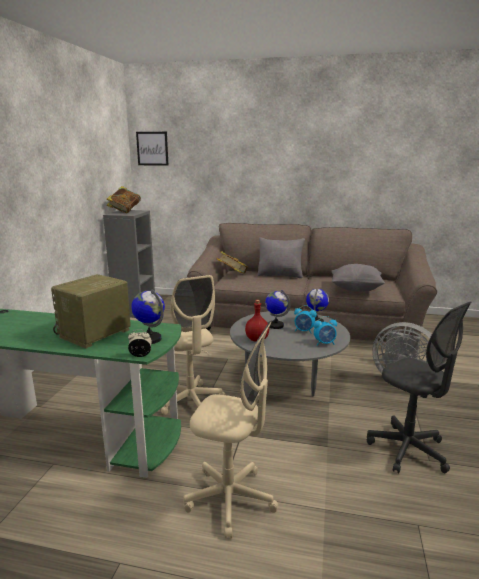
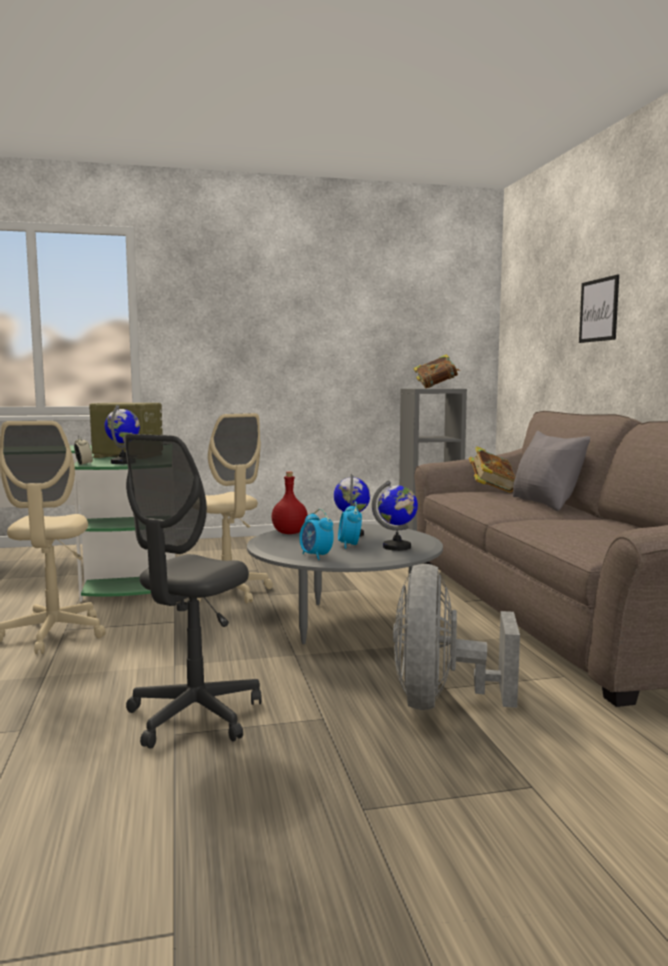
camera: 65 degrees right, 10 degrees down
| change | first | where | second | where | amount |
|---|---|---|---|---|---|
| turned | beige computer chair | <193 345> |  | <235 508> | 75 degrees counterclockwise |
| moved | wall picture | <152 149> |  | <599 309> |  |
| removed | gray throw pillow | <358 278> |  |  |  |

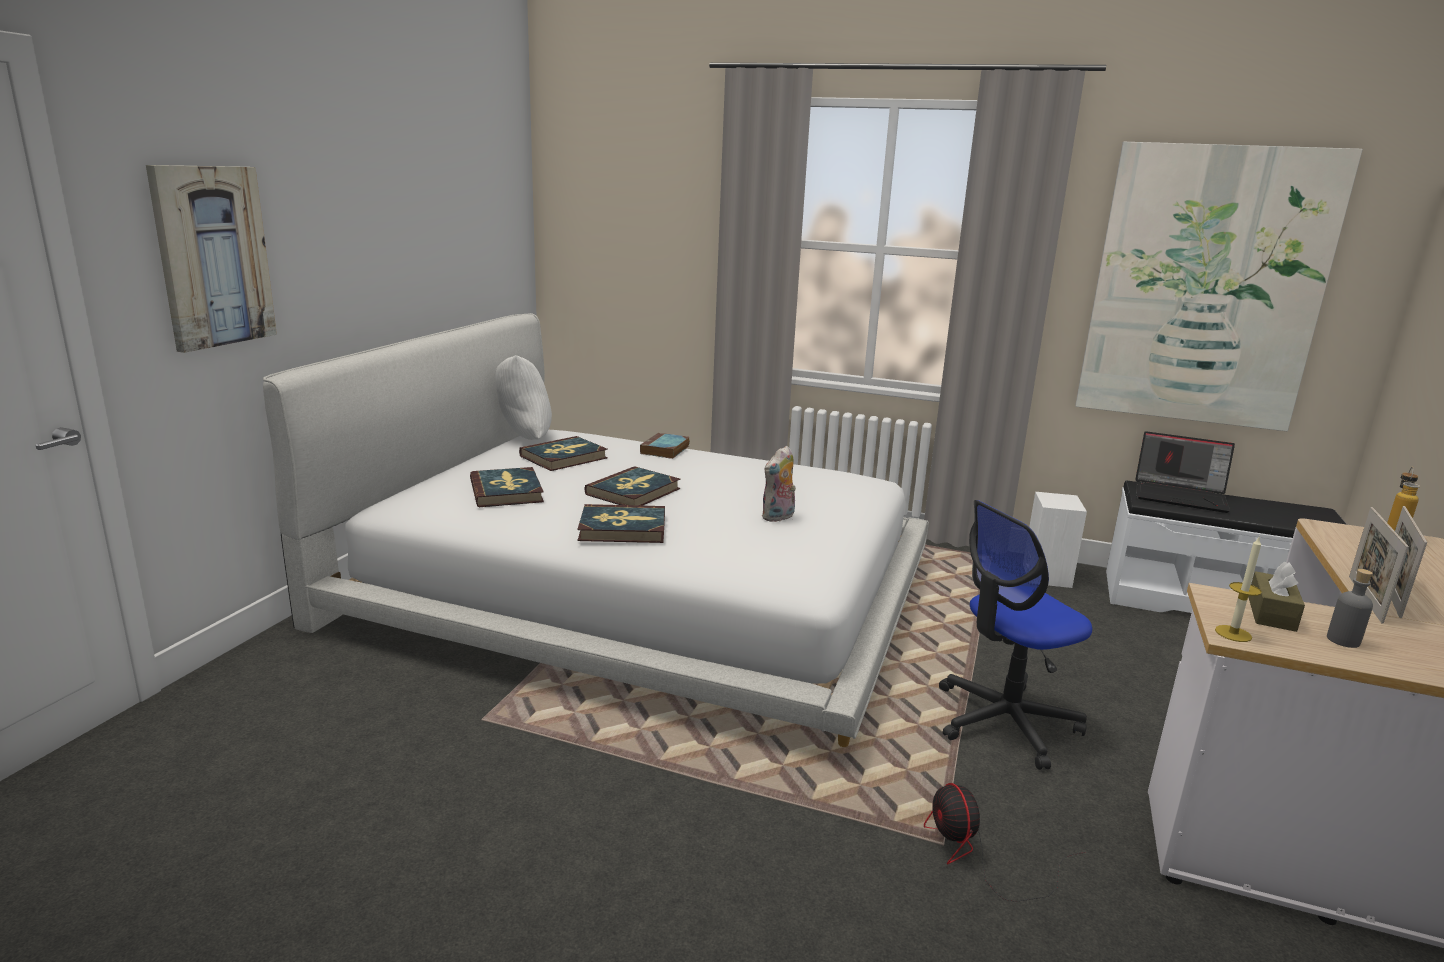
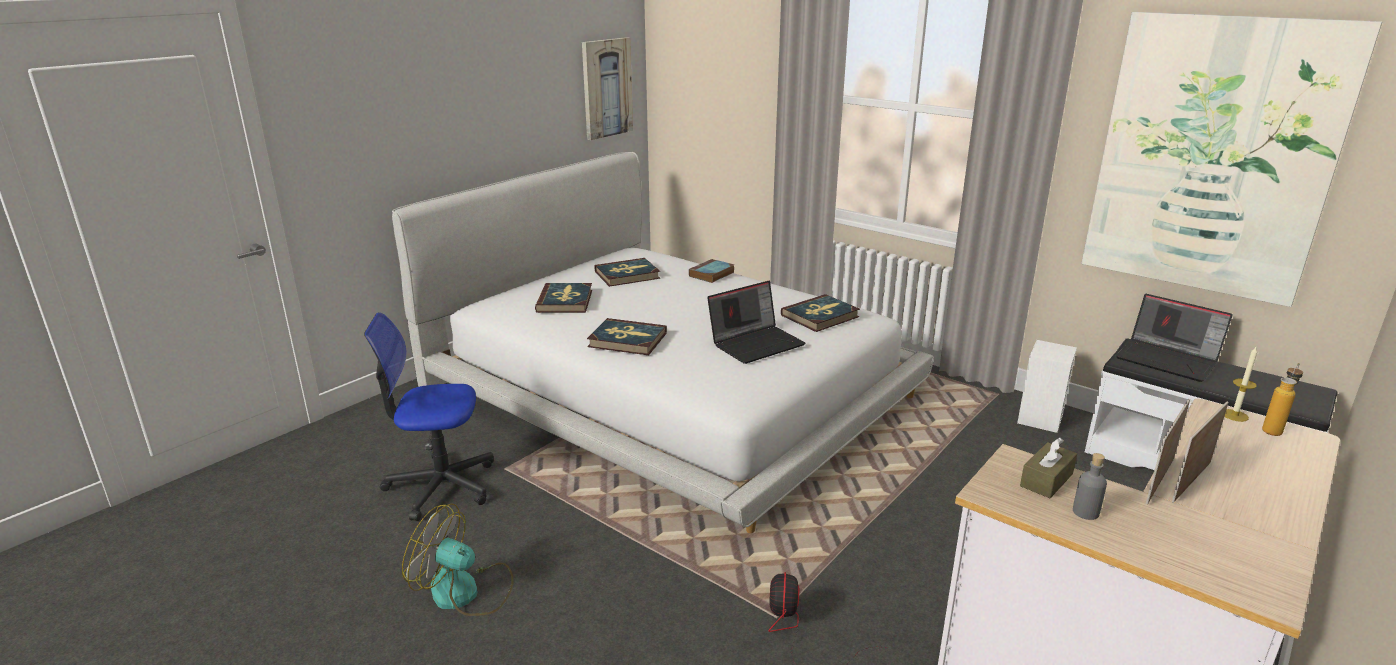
camera: 20 degrees right, 5 degrees up
| change | first | where | second | where | amount |
|---|---|---|---|---|---|
| moved | computer chair | <1015 635> |  | <429 417> |  |
| added |  |  | electric fan | <458 559> |  |
| moved | wall picture | <211 259> |  | <607 88> |  |
| replaced | soft toy | <779 484> | notebook computer | <756 322> |  |
| moved | book | <632 486> |  | <820 313> |  |
| moved | wax light | <1238 589> |  | <1240 384> |  |
| removed | whitish throw pillow | <524 397> |  |  |  |

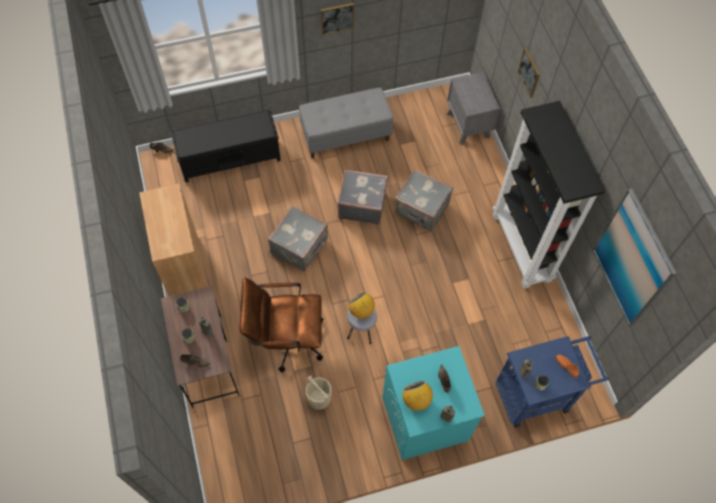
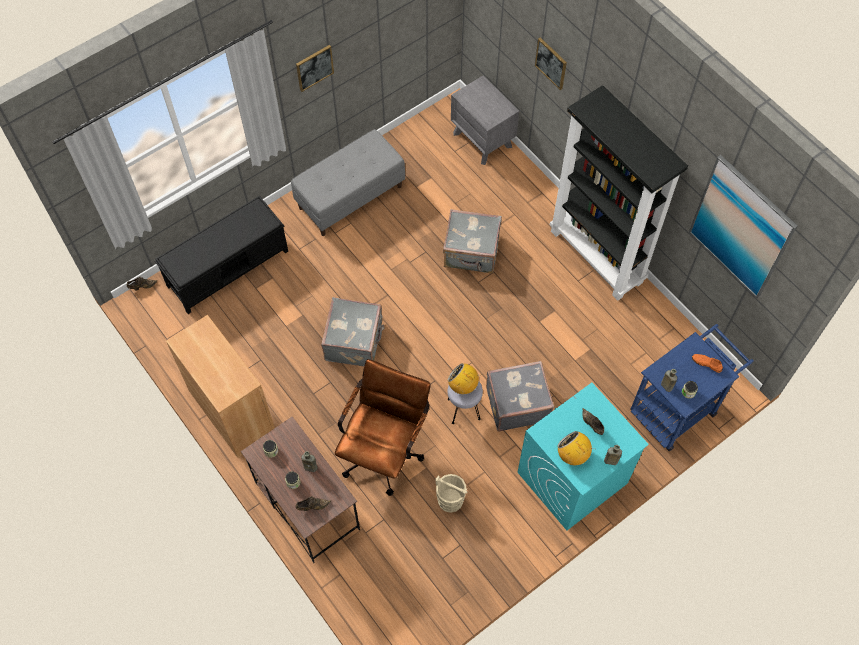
camera: 20 degrees left, 0 degrees up
| change | first | where | second | where | amount |
|---|---|---|---|---|---|
| turned | brown-coloured computer chair | <281 325> |  | <383 427> | 135 degrees clockwise |
| moved | gray piece of luggage | <362 196> |  | <520 396> |  |

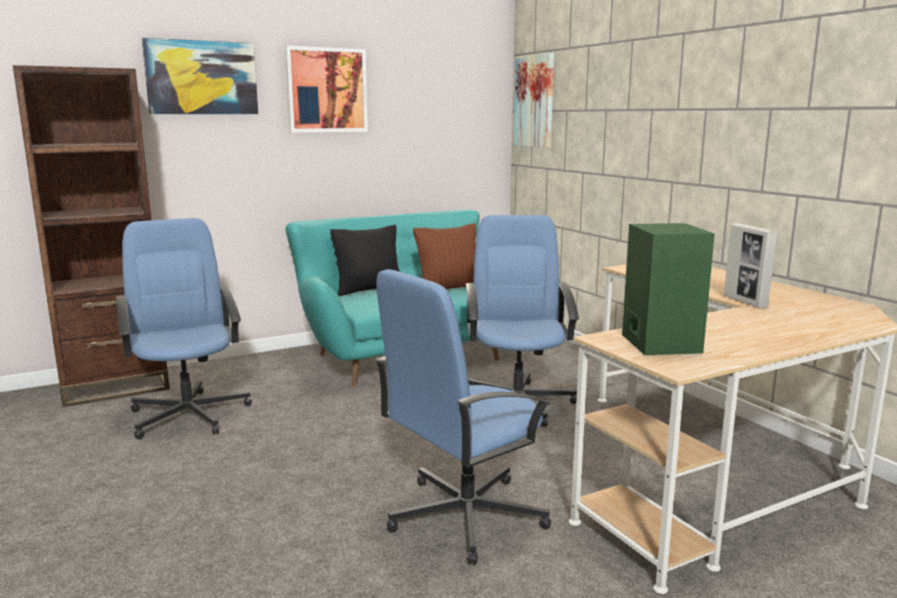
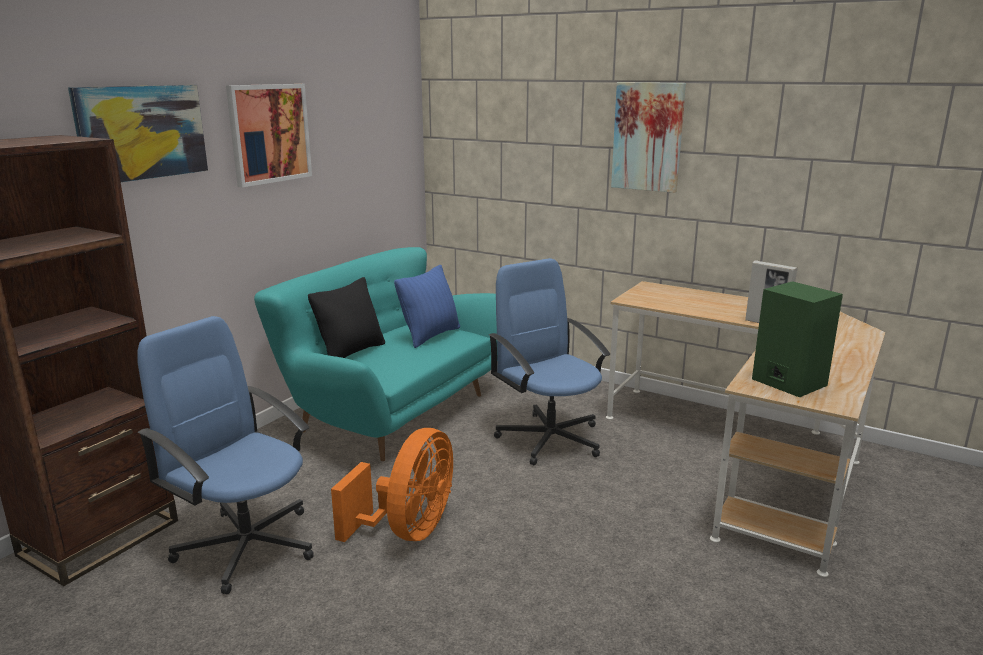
camera: 30 degrees left, 5 degrees up
| change | first | where | second | where | amount |
|---|---|---|---|---|---|
| added |  |  | orange-coloured electric fan | <392 485> |  |
| recoloured | brown-coloured throw pillow | <444 256> | blue throw pillow | <427 306> |  |
| moved | wall picture | <534 100> |  | <648 137> |  |
| removed | blue computer chair | <463 417> |  |  |  |

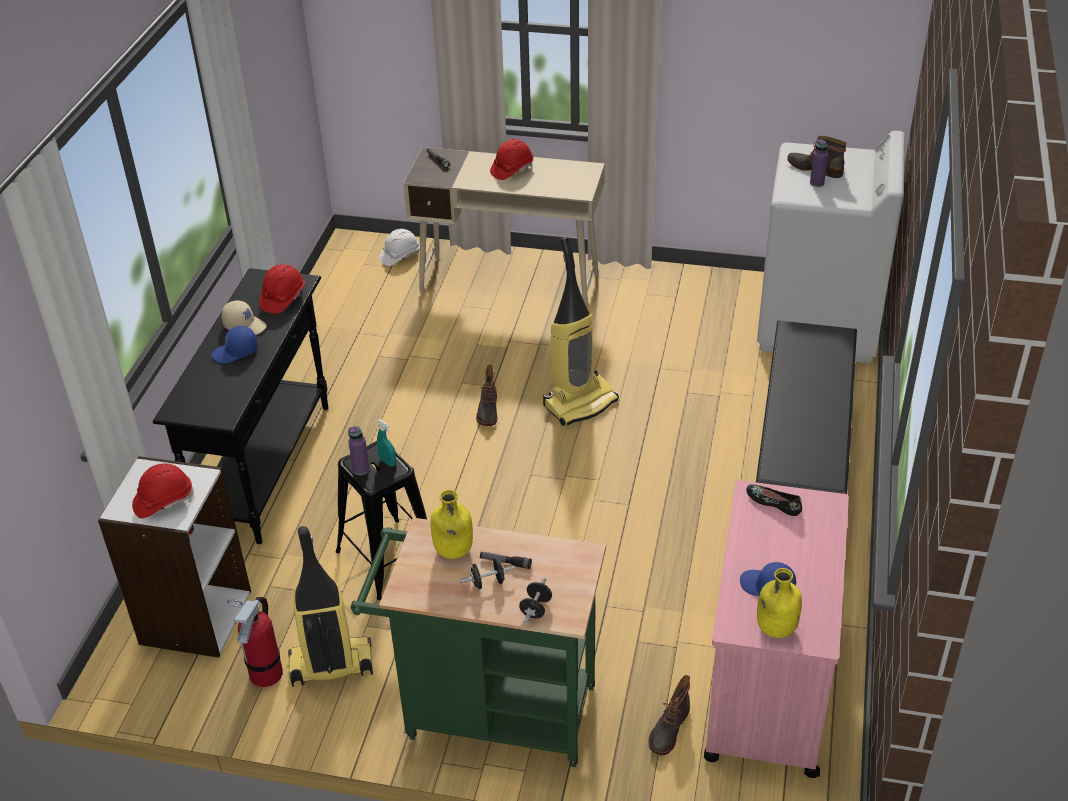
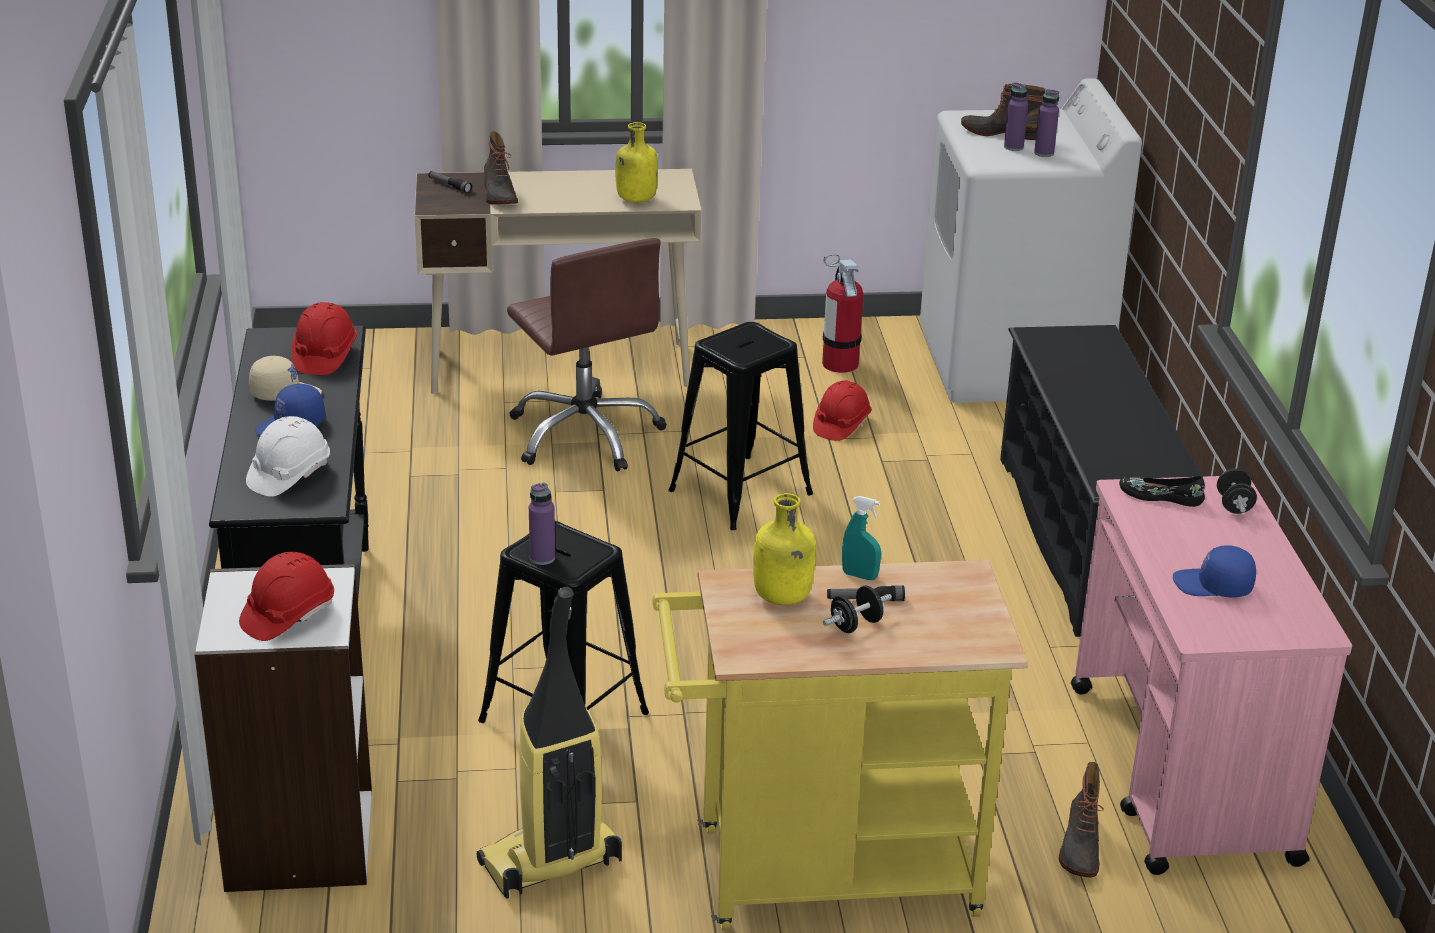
camera: 20 degrees left, 10 degrees down
| change | first | where | second | where | amount |
|---|---|---|---|---|---|
| moved | whitish work helmet | <399 247> |  | <288 456> |  |
| moved | boot | <487 395> |  | <501 168> |  |
| added |  |  | brown-coloured computer chair | <587 355> |  |
| moved | yellow drink bottle | <779 603> |  | <636 162> |  |
| recoloured | greenish trolley | <478 642> | yellow trolley | <840 745> |  |
| replaced | hoover | <581 331> | black stool | <740 426> |  |
| moved | red-coloured work helmet | <512 159> |  | <842 411> |  |
| moved | fire extinguisher | <255 642> |  | <842 313> |  |
| moved | turquoise-coloured hand sprayer | <386 443> |  | <861 538> |  |
| added |  |  | purple-coloured drink bottle | <1046 123> |  |
| moved | black free weight | <535 600> |  | <1237 491> |  |

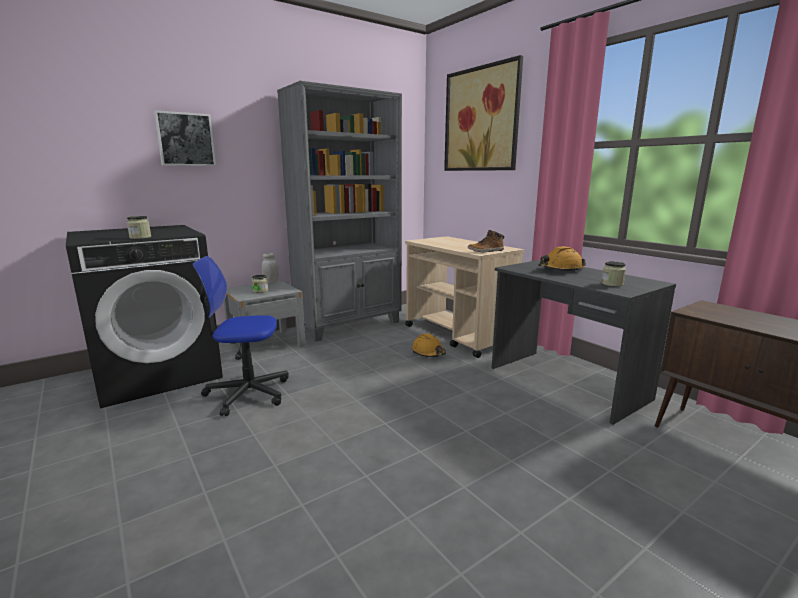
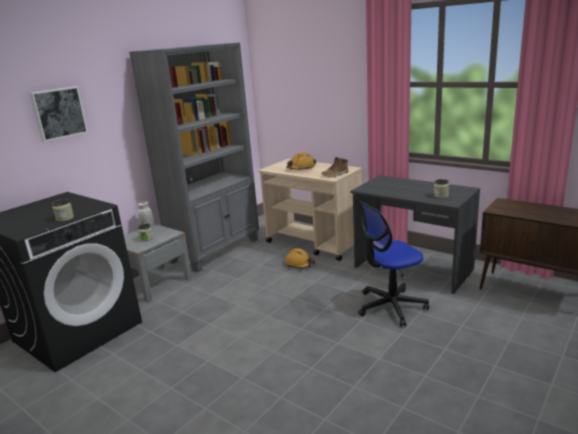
camera: 15 degrees left, 5 degrees up
| change | first | where | second | where | amount |
|---|---|---|---|---|---|
| moved | orange-coloured work helmet | <562 259> |  | <301 161> |  |
| moved | computer chair | <240 336> |  | <393 264> |  |
| removed | wall picture | <483 113> |  |  |  |

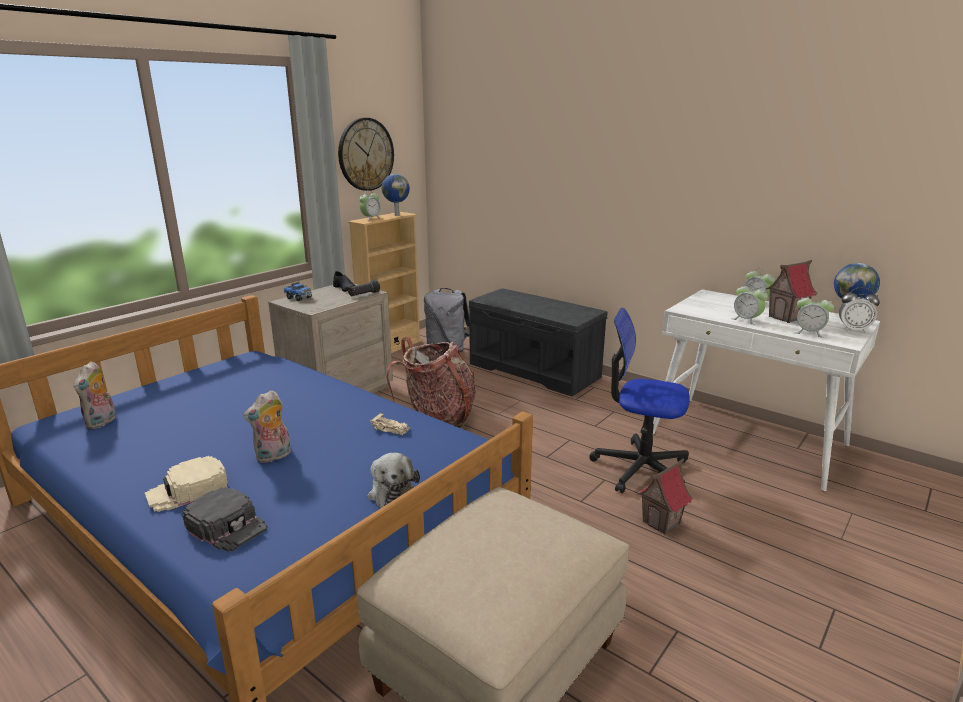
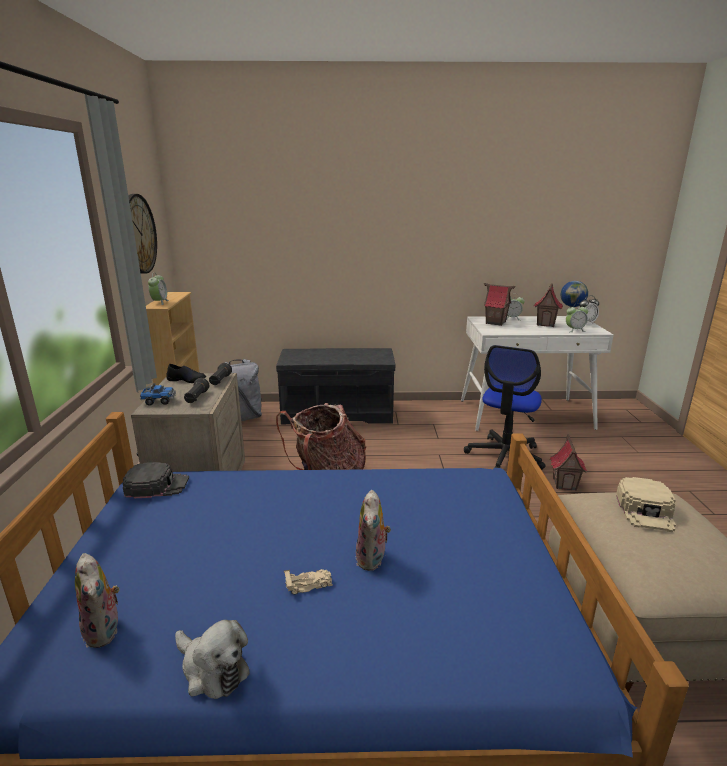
camera: 40 degrees left, 0 degrees up
| change | first | where | second | where | amount |
|---|---|---|---|---|---|
| moved | black baseball cap | <225 519> |  | <156 480> |  |
| moved | soft toy | <394 480> |  | <212 659> |  |
| added |  |  | black flashlight | <196 390> |  |
| moved | beige miniature car | <390 424> |  | <308 582> |  |
| turned | computer chair | <639 400> |  | <505 407> | 45 degrees counterclockwise |
| added |  |  | toy house | <500 304> |  |
| moved | beige baseball cap | <186 484> |  | <646 504> |  |
| removed | world globe | <396 195> |  |  |  |
| removed | alarm clock | <749 304> |  |  |  |

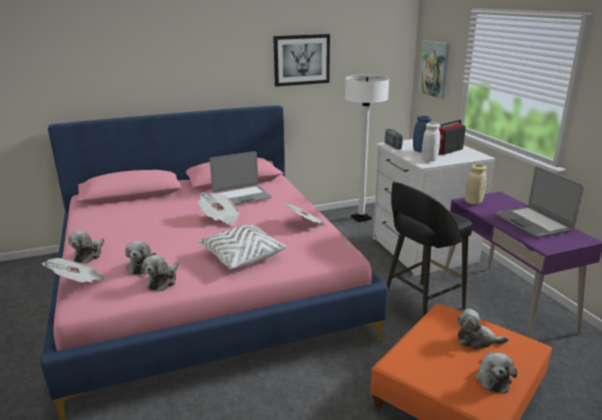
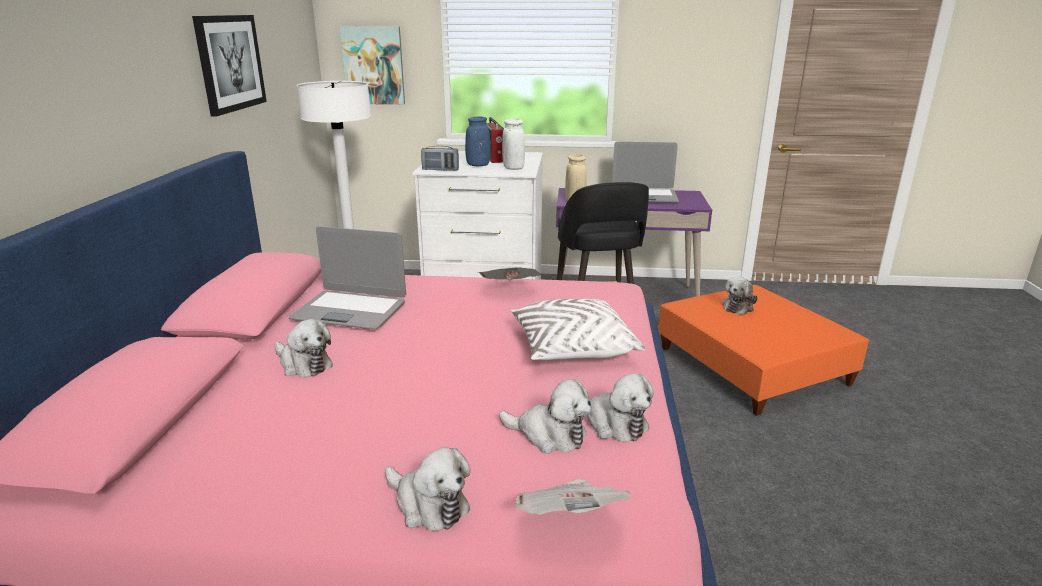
camera: 65 degrees left, 0 degrees up
| change | first | where | second | where | amount |
|---|---|---|---|---|---|
| moved | soft toy | <496 372> |  | <304 348> |  |
| turned | notebook computer | <241 178> |  | <347 277> | 105 degrees clockwise |
| removed | daily paper | <219 208> |  |  |  |

